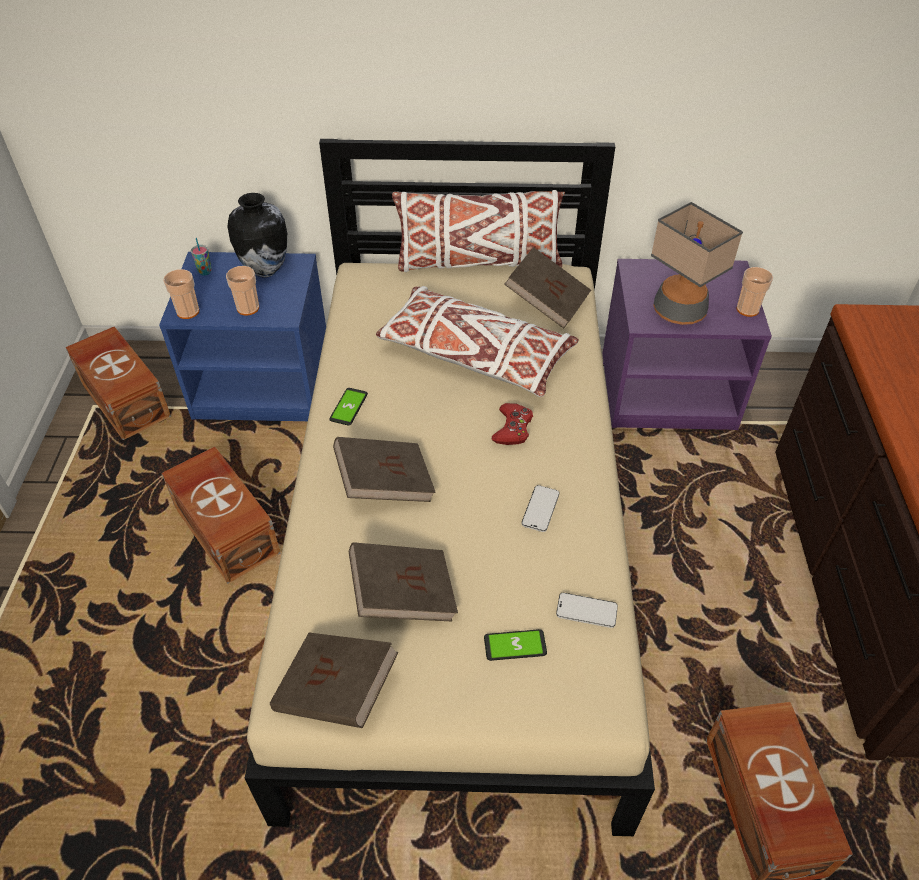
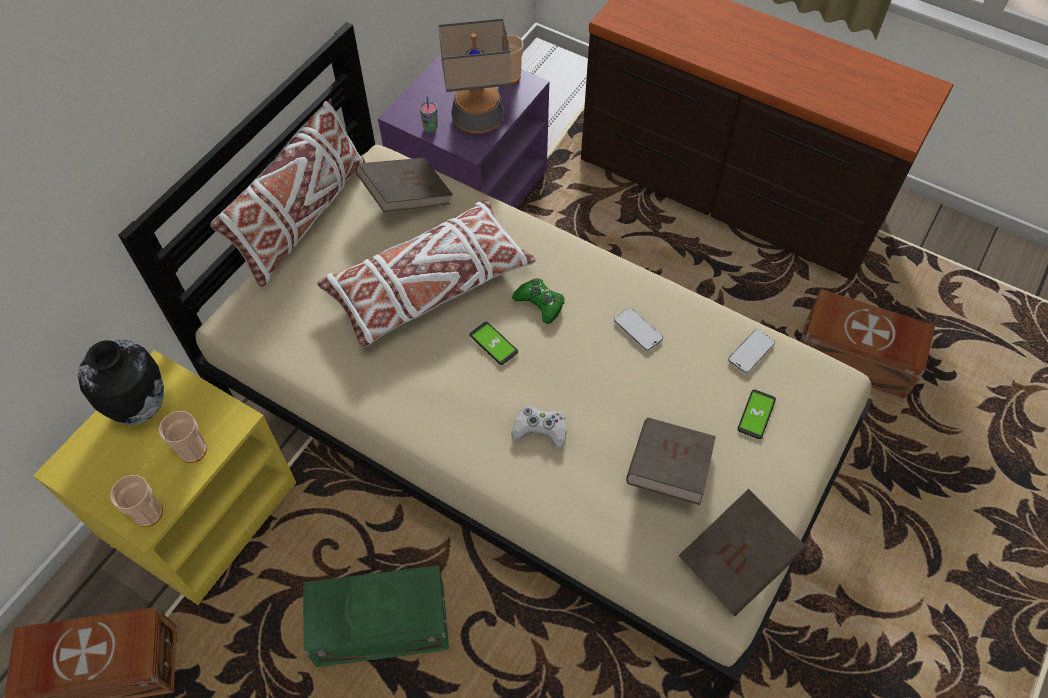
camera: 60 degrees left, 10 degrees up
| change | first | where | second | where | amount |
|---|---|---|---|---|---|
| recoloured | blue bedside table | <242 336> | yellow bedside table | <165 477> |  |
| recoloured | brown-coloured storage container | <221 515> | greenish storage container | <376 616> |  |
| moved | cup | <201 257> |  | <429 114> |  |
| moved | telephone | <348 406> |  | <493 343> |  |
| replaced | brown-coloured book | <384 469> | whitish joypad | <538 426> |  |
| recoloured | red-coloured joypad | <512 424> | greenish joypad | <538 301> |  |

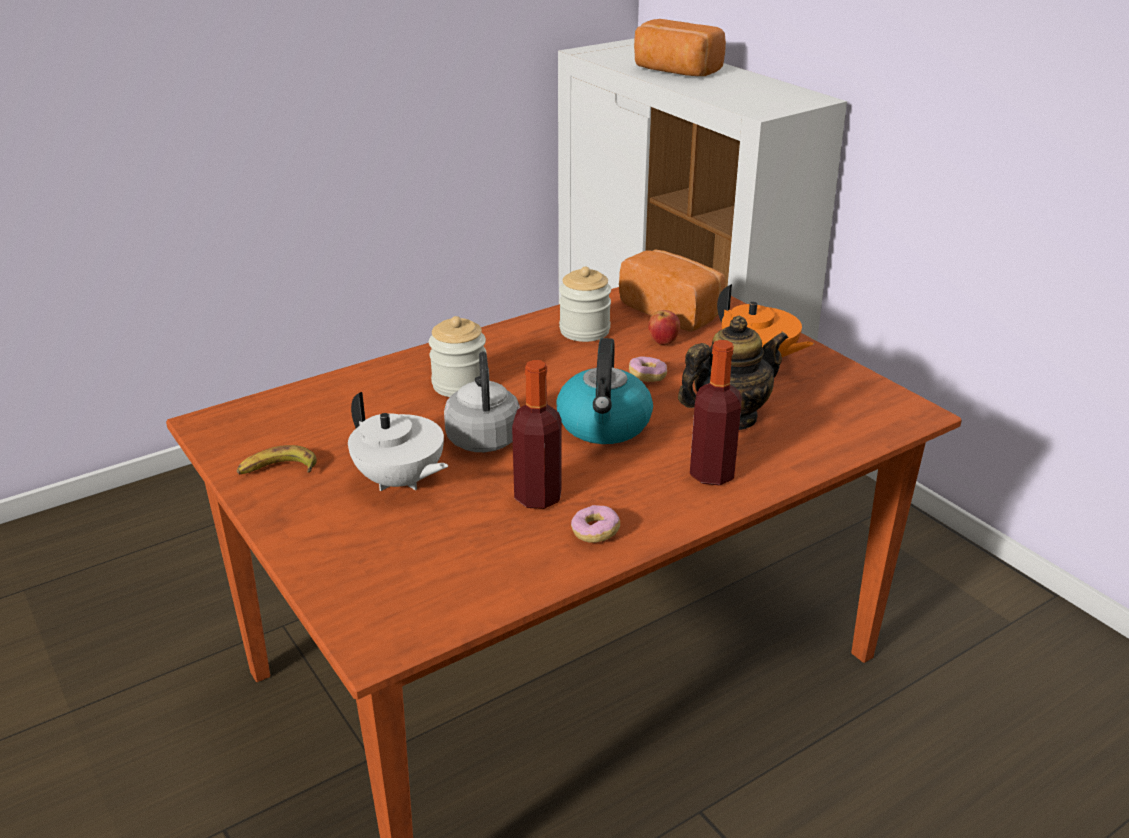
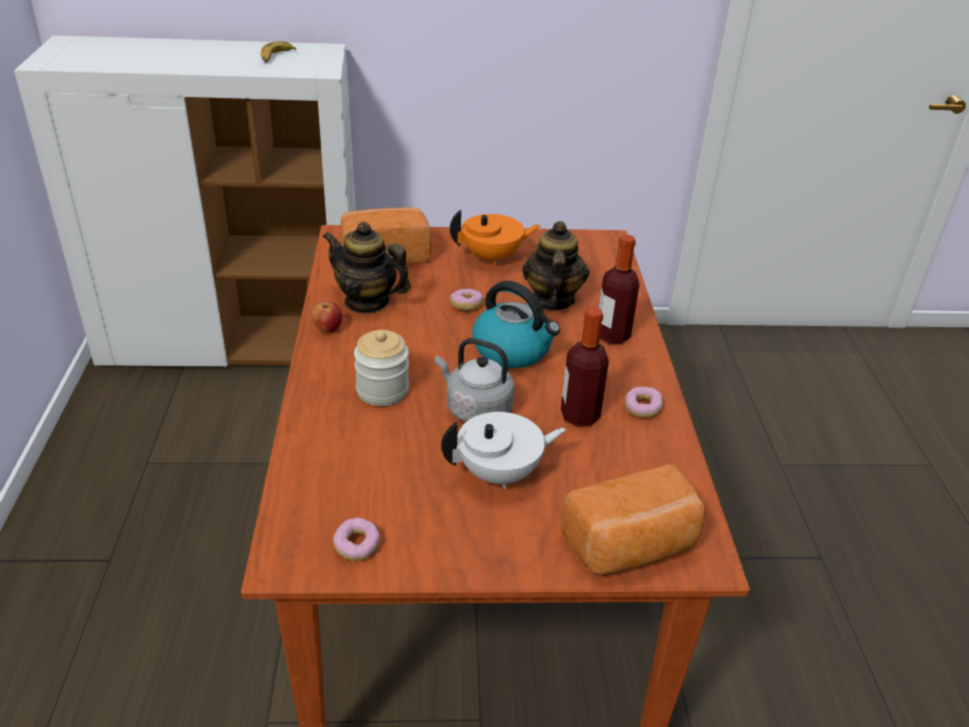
camera: 60 degrees left, 5 degrees up
| change | first | where | second | where | amount |
|---|---|---|---|---|---|
| moved | whole banana | <277 460> |  | <279 52> |  |
| moved | apple fruit | <664 327> |  | <327 317> |  |
| replaced | storage jar | <585 304> | pot for tea | <367 268> |  |
| added |  |  | doughnut | <356 539> |  |
| moved | bread | <680 47> |  | <633 519> |  |

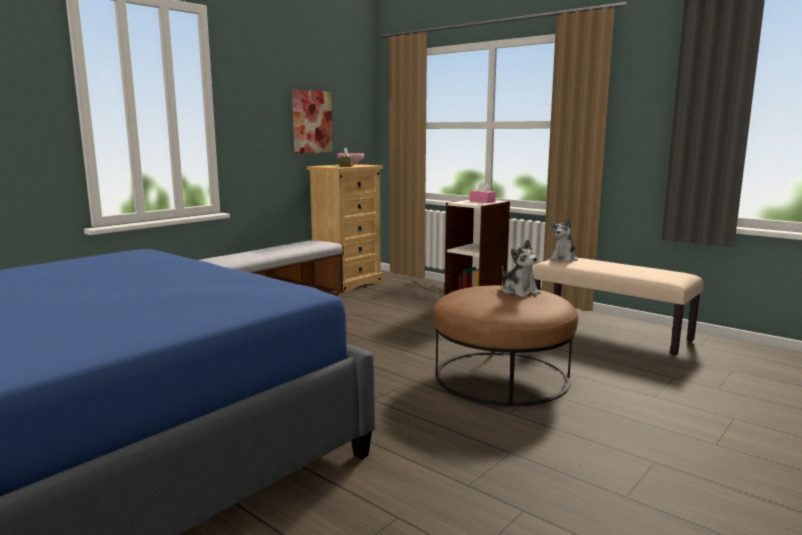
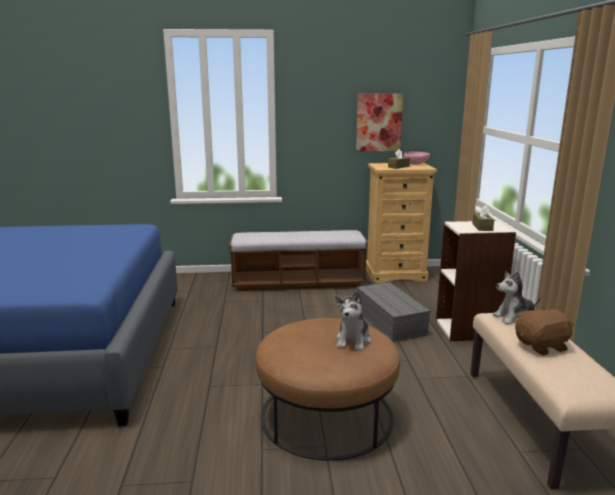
camera: 45 degrees right, 5 degrees up
| change | first | where | second | where | amount |
|---|---|---|---|---|---|
| added |  |  | gray storage container | <393 312> |  |
| recoloured | pink-coloured box of tissues | <482 192> | brown-coloured box of tissues | <483 218> |  |
| added |  |  | brown-coloured soft toy | <545 331> |  |

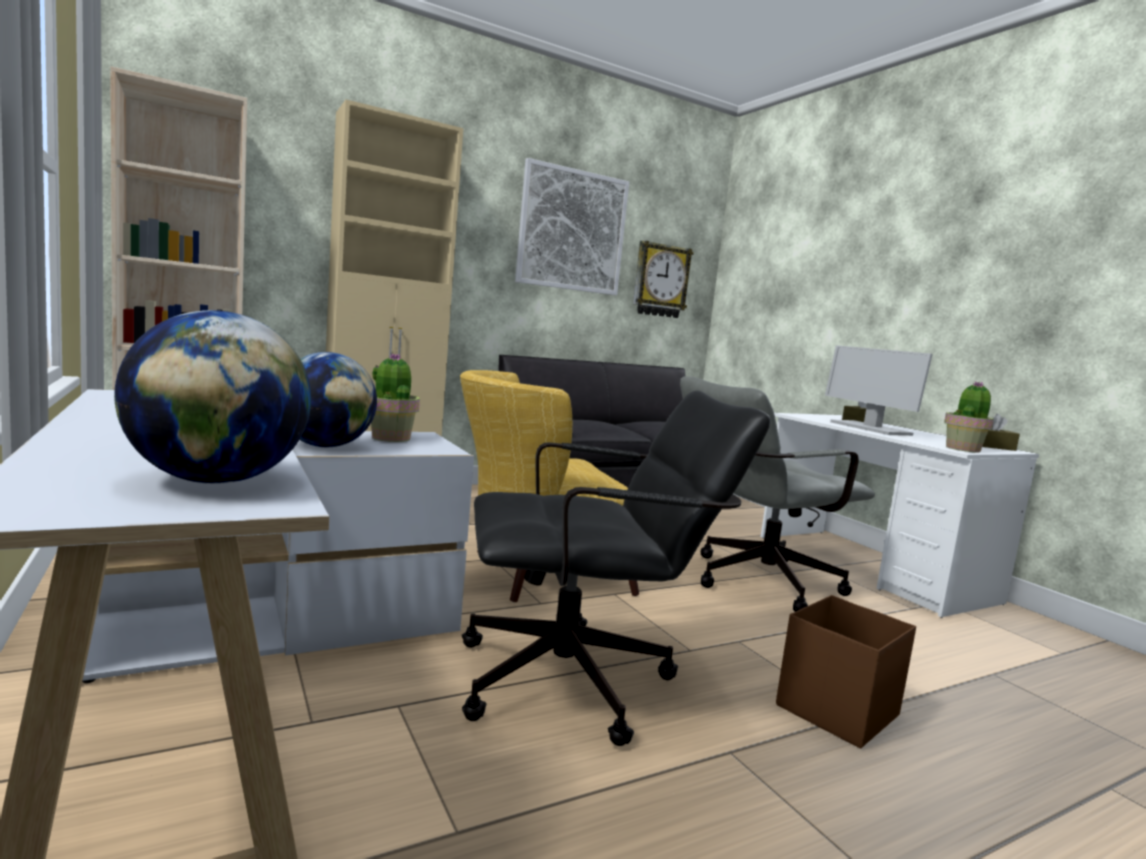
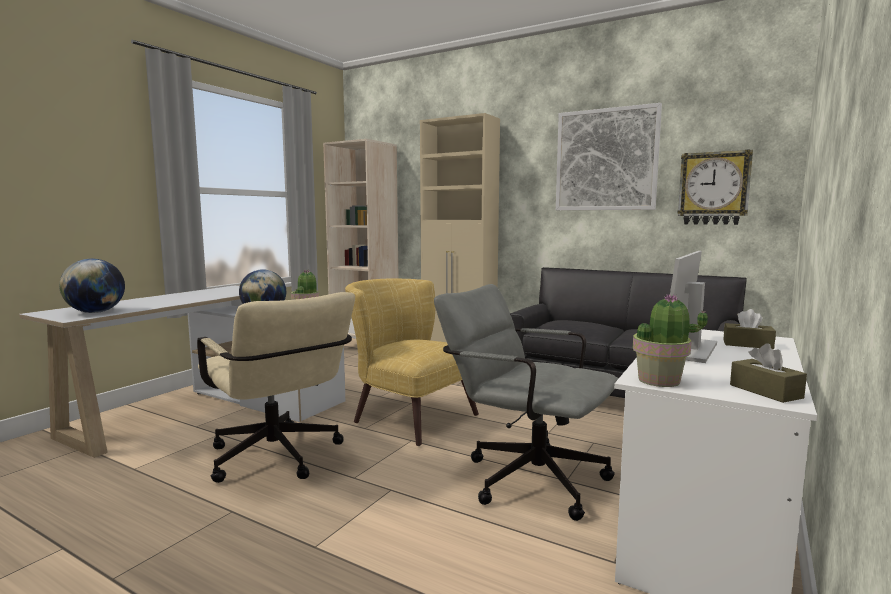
camera: 60 degrees right, 0 degrees up
| change | first | where | second | where | amount |
|---|---|---|---|---|---|
| recoloured | black computer chair | <616 568> | beige computer chair | <276 387> |  |
| removed | brown-coloured storage container | <846 671> |  |  |  |

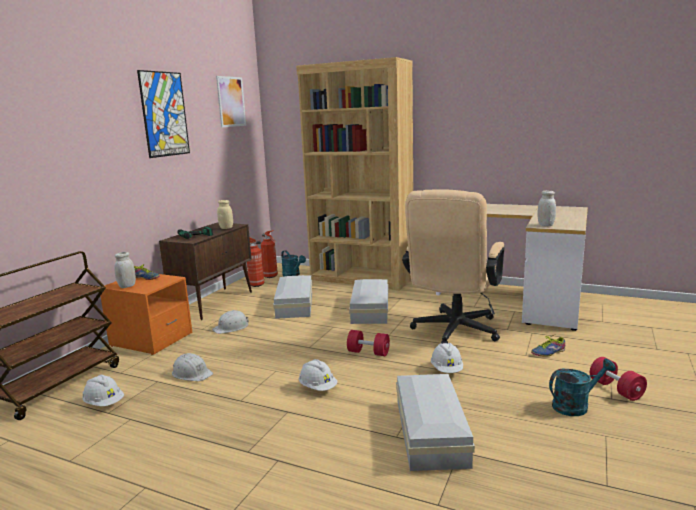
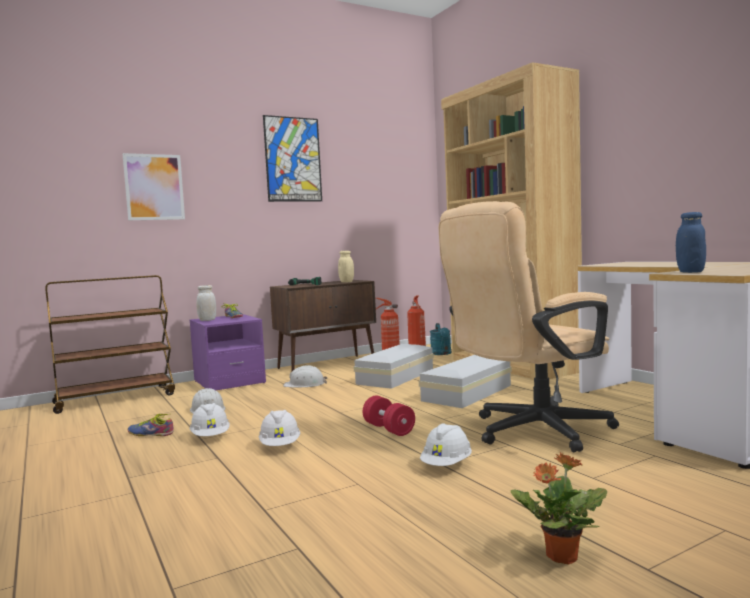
camera: 35 degrees right, 10 degrees down
| change | first | where | second | where | amount |
|---|---|---|---|---|---|
| moved | wall picture | <231 101> |  | <153 186> |  |
| moved | low shoe | <548 346> |  | <150 425> |  |
| recoloured | orange-coloured bedside table | <146 314> | purple-coloured bedside table | <228 352> |  |
| moved | whitish work helmet | <103 390> |  | <210 419> |  |
| replaced | turquoise-coloured watering pot | <582 387> | potted plant | <559 508> |  |
| recoloured | whitish storage jar | <546 208> | blue storage jar | <691 242> |  |
| removed | whitish storage container | <435 422> |  |  |  |
| removed | red-coloured free weight | <618 379> |  |  |  |

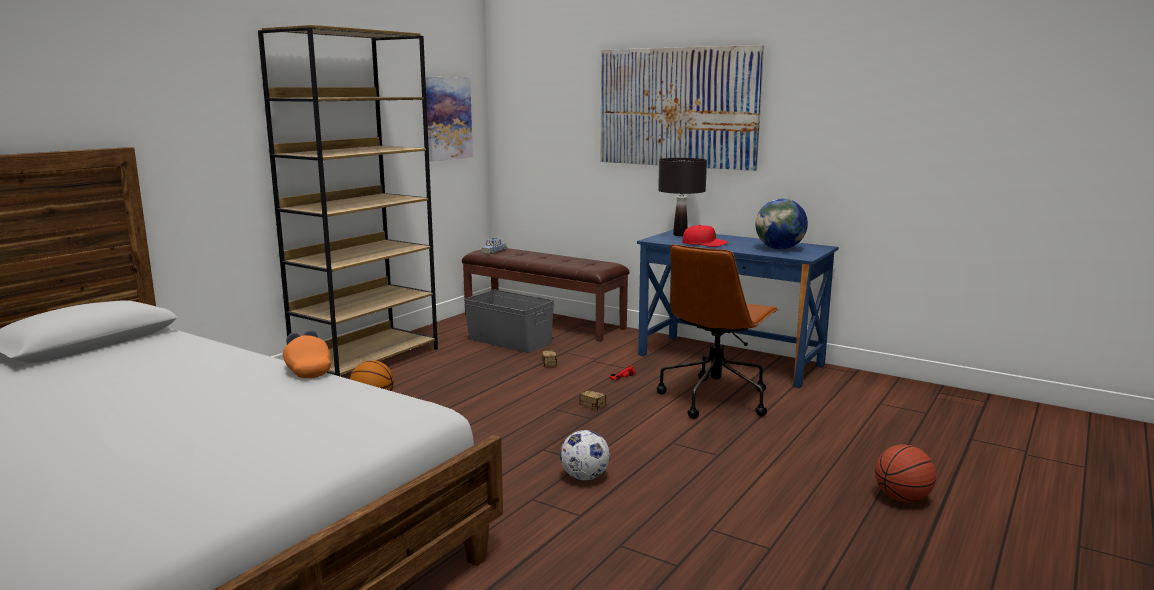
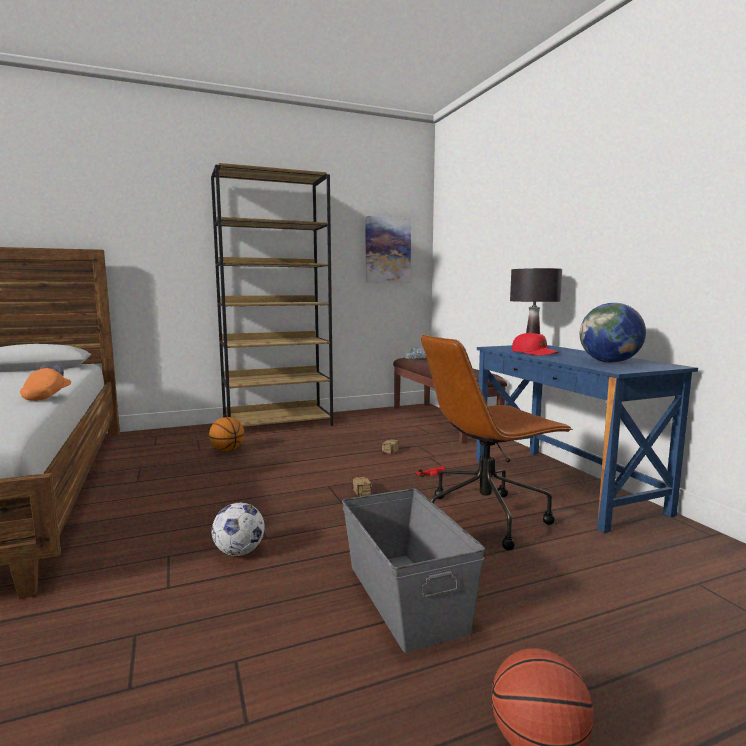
camera: 35 degrees right, 5 degrees down
| change | first | where | second | where | amount |
|---|---|---|---|---|---|
| moved | gray storage container | <509 321> |  | <413 570> |  |
| removed | wall picture | <682 108> |  |  |  |

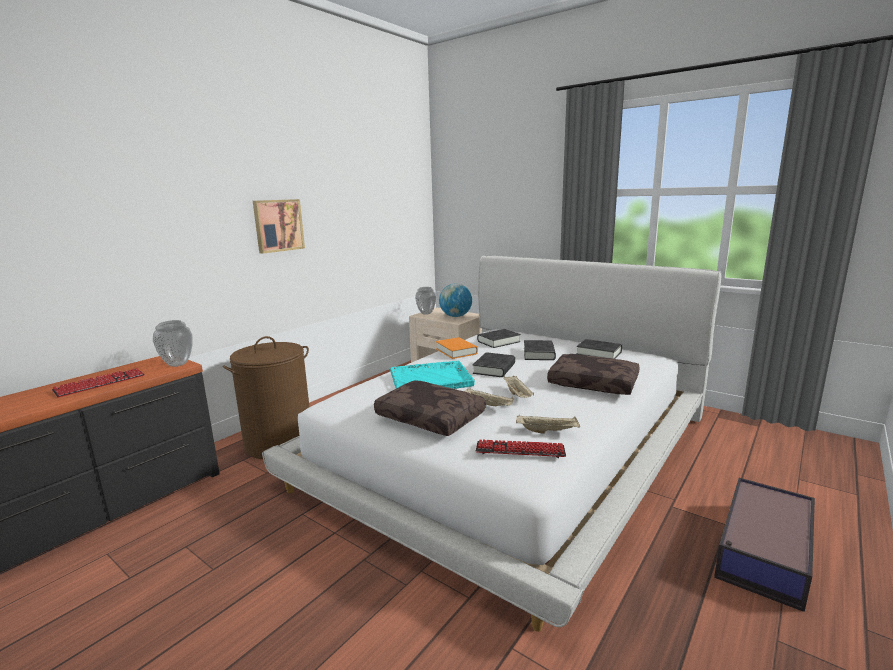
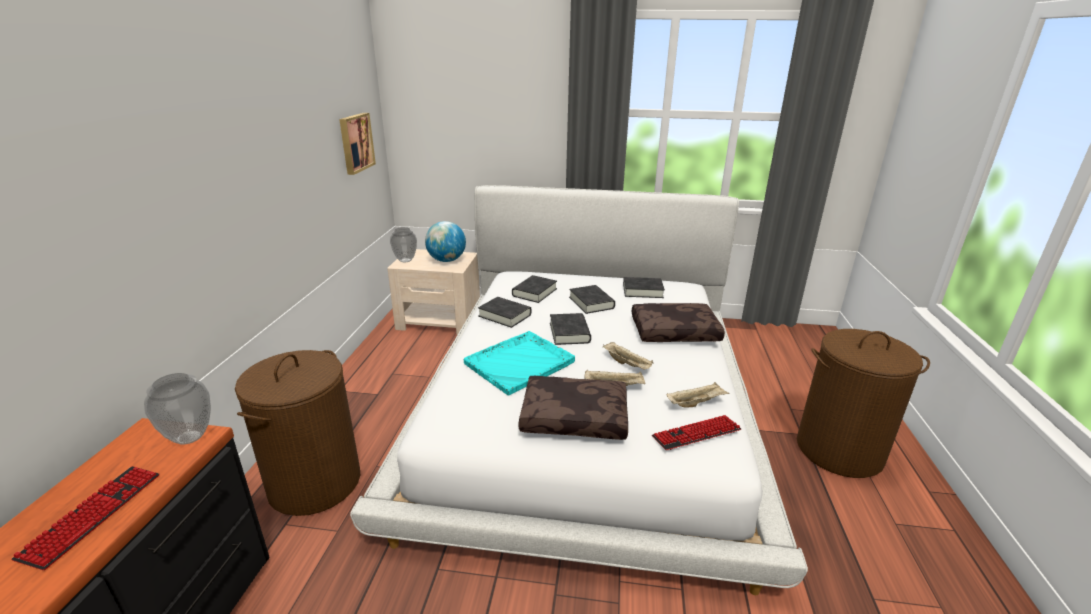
camera: 30 degrees left, 10 degrees up
| change | first | where | second | where | amount |
|---|---|---|---|---|---|
| moved | wall picture | <279 226> |  | <357 144> |  |
| recoloured | orange-coloured book | <457 348> | black book | <504 312> |  |
| replaced | storage container | <764 545> | brown-coloured hamper | <863 403> |  |

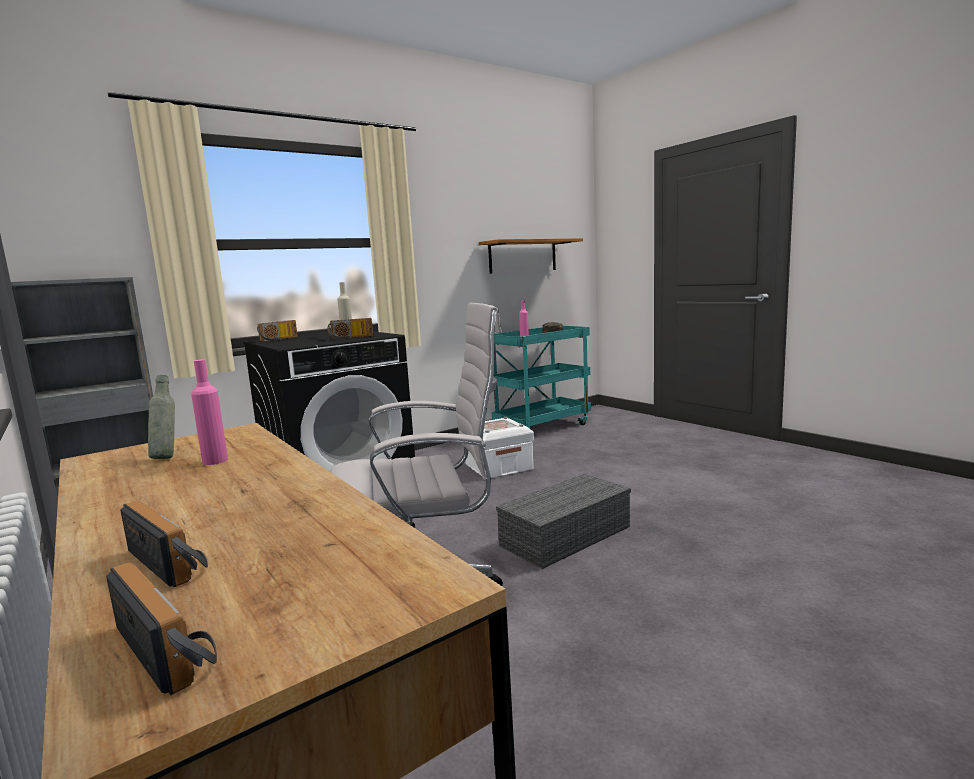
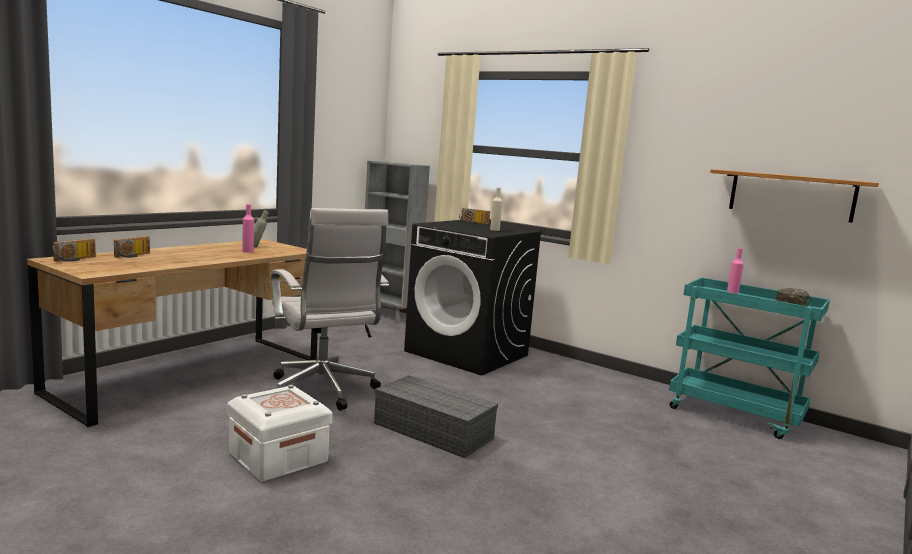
camera: 70 degrees right, 0 degrees up
| change | first | where | second | where | amount |
|---|---|---|---|---|---|
| moved | whitish storage container | <499 447> |  | <280 433> |  |
| removed | radio receiver | <350 328> |  |  |  |

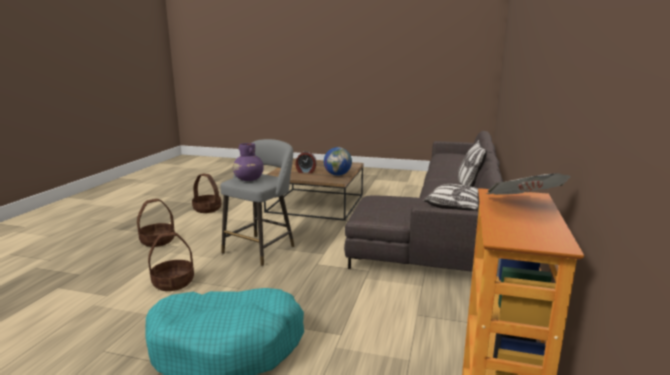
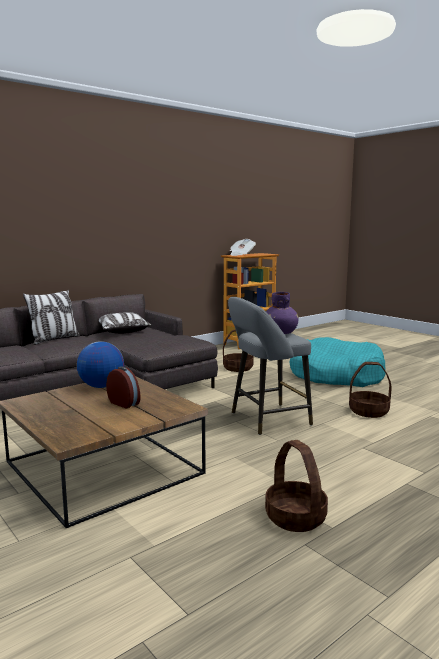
camera: 145 degrees left, 5 degrees down
| change | first | where | second | where | amount |
|---|---|---|---|---|---|
| moved | household basket | <156 223> |  | <238 350> |  |

